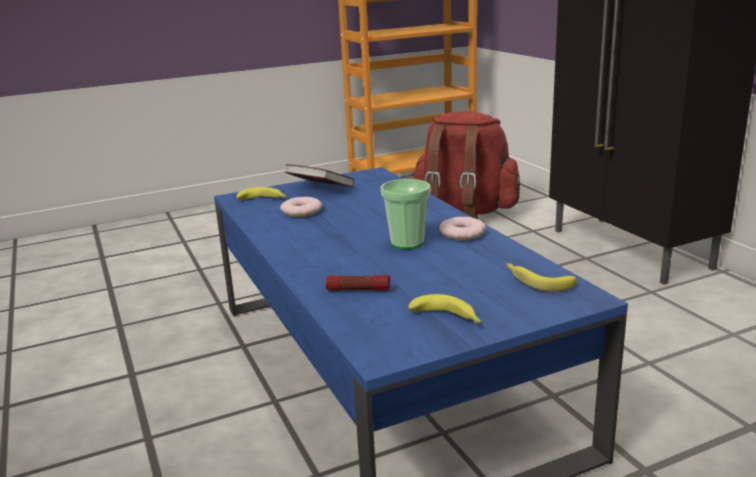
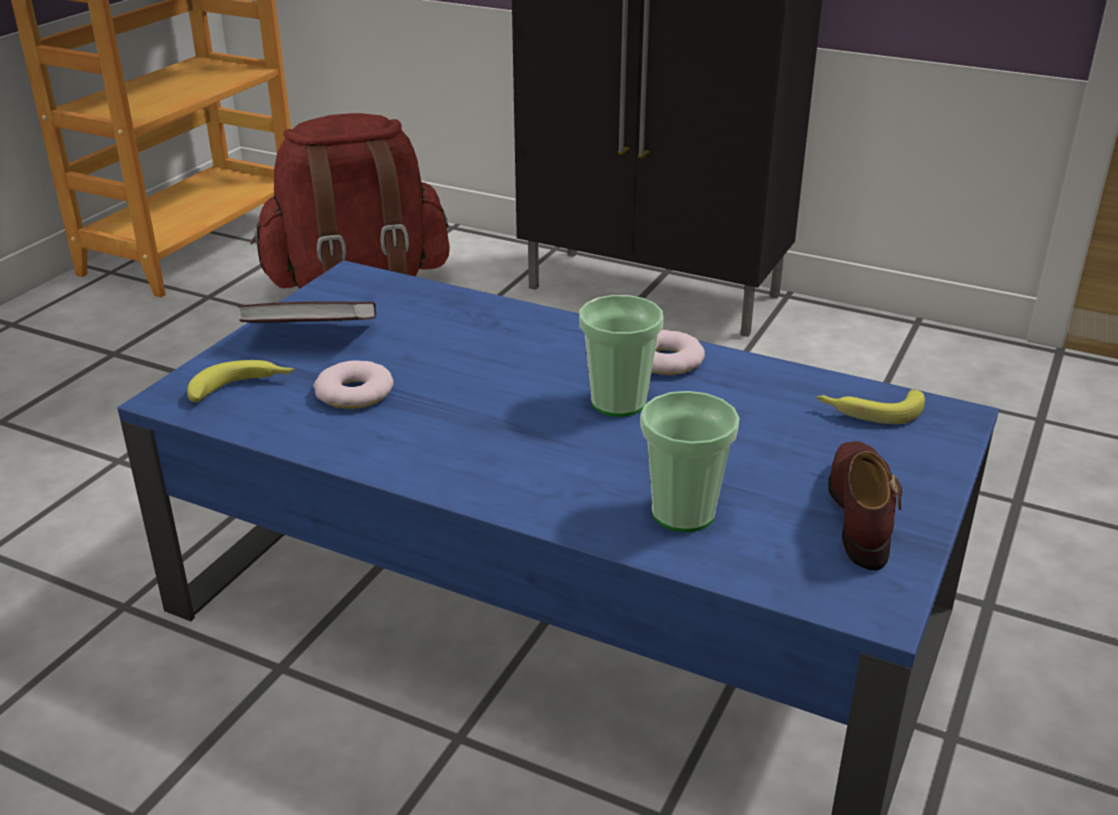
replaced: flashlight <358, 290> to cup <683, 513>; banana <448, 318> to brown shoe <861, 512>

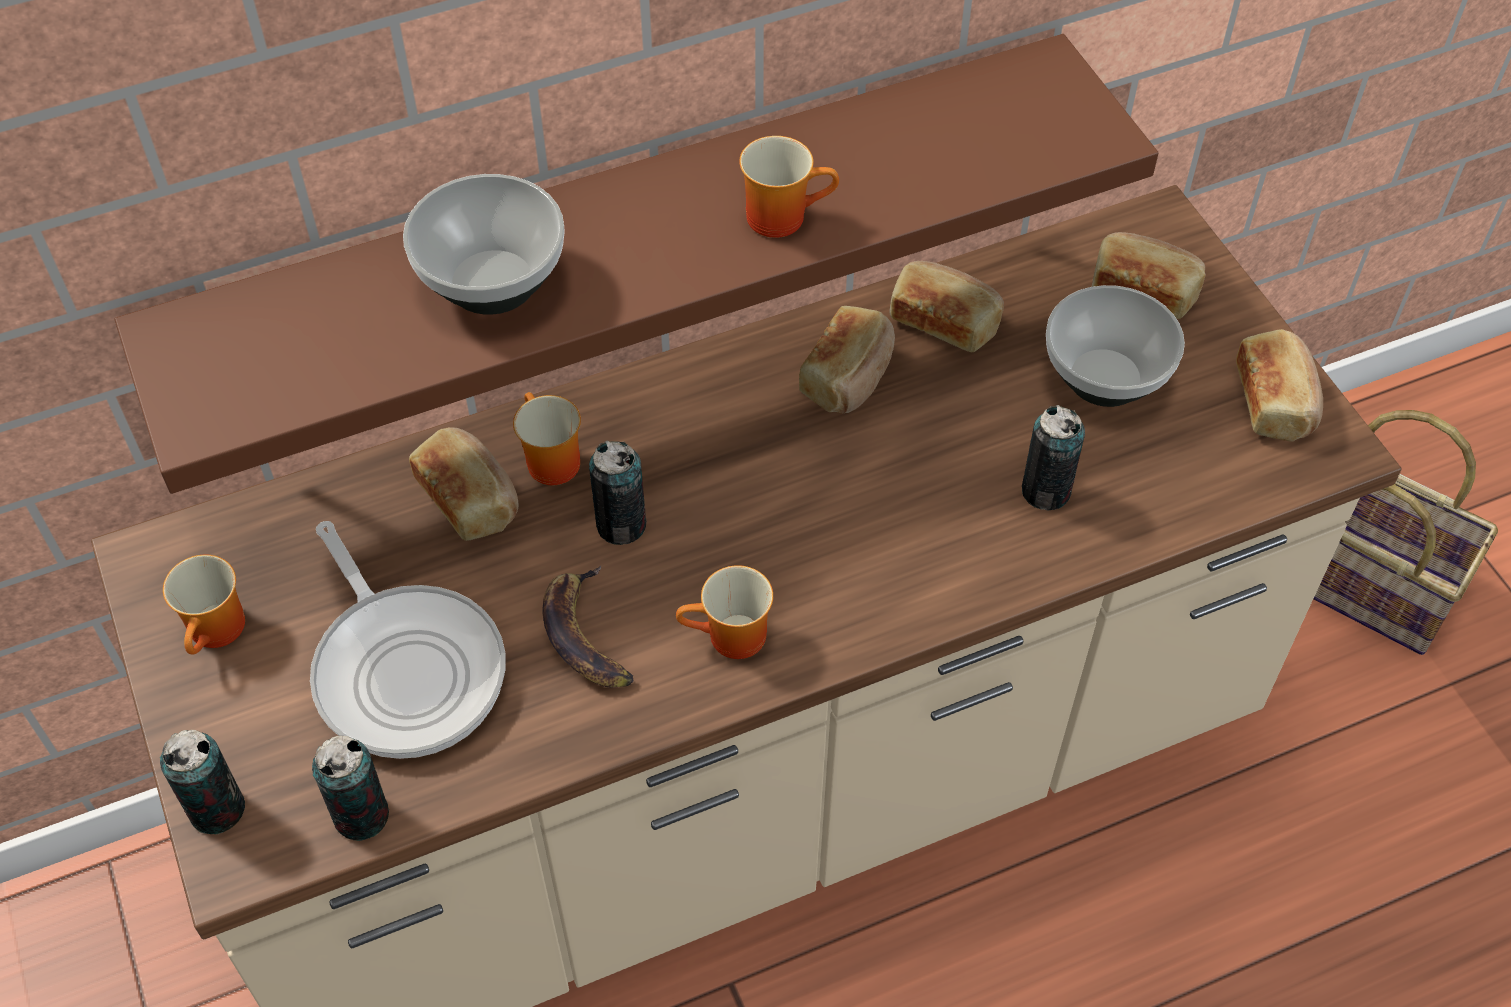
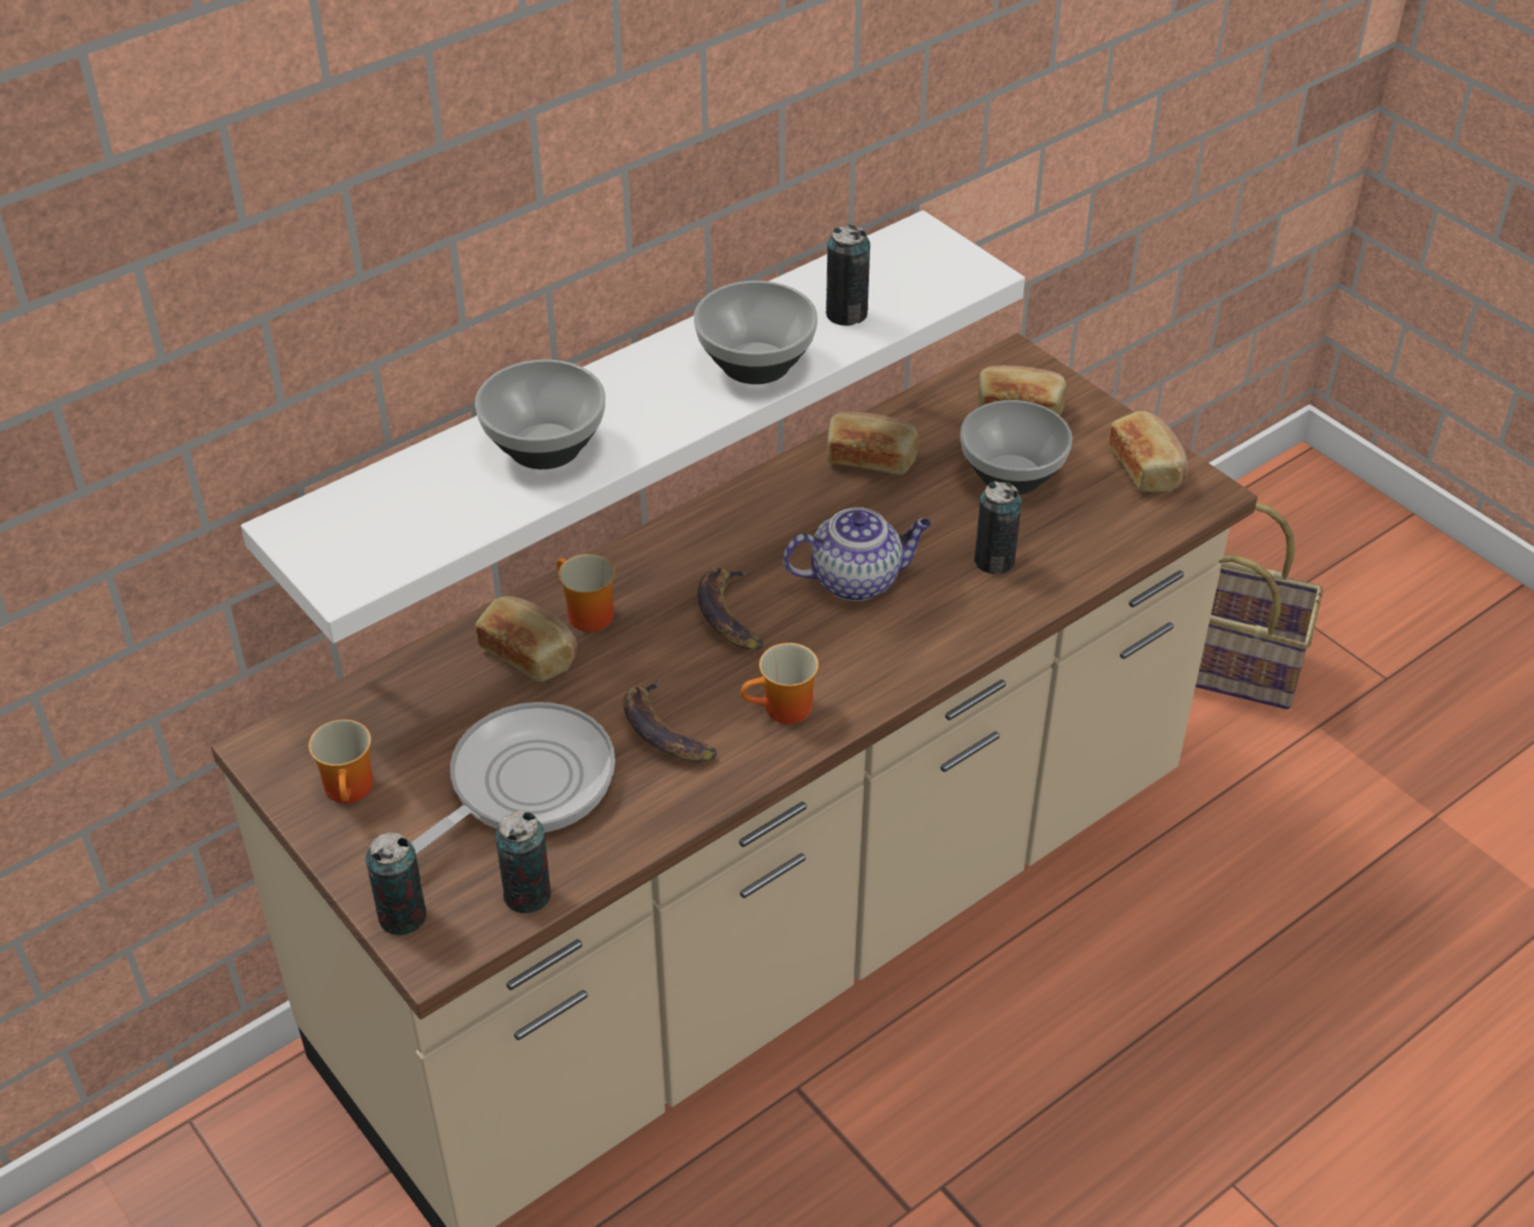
removed: bread <849, 376>
added: banana <729, 614>; teapot <857, 579>
moved: can <621, 525> to <846, 314>
replaced: mug <782, 214> to bowl <755, 363>
recoloured: brown shelf <624, 229> to white shelf <616, 410>
turned: frying pan <406, 668> = <524, 784> 90 degrees counterclockwise

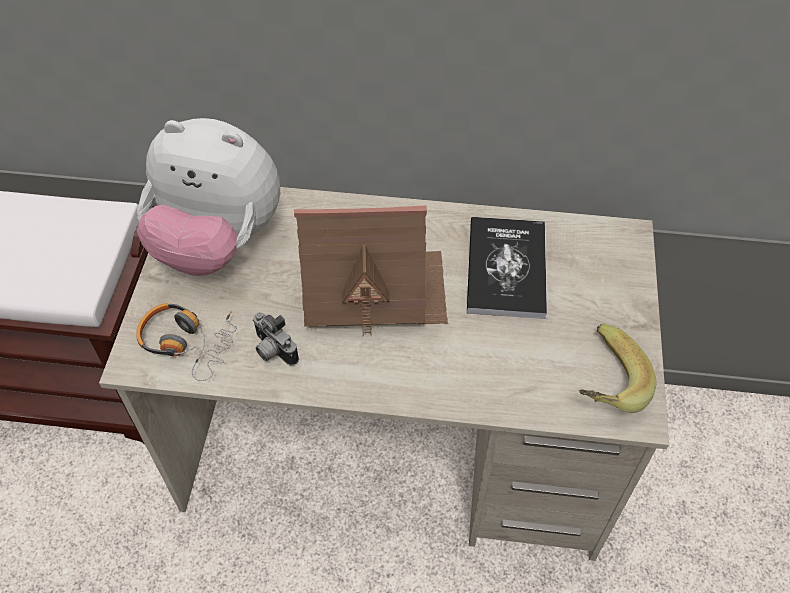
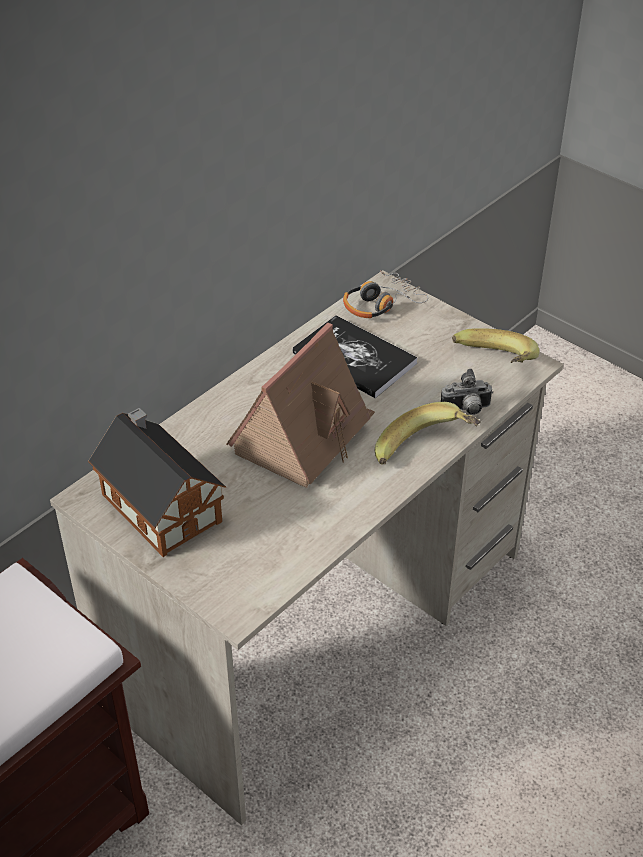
added: banana <426, 452>
moved: headphones <188, 342> to <381, 303>; photo camera <272, 350> to <466, 410>
replaced: plush toy <218, 242> to toy house <159, 504>

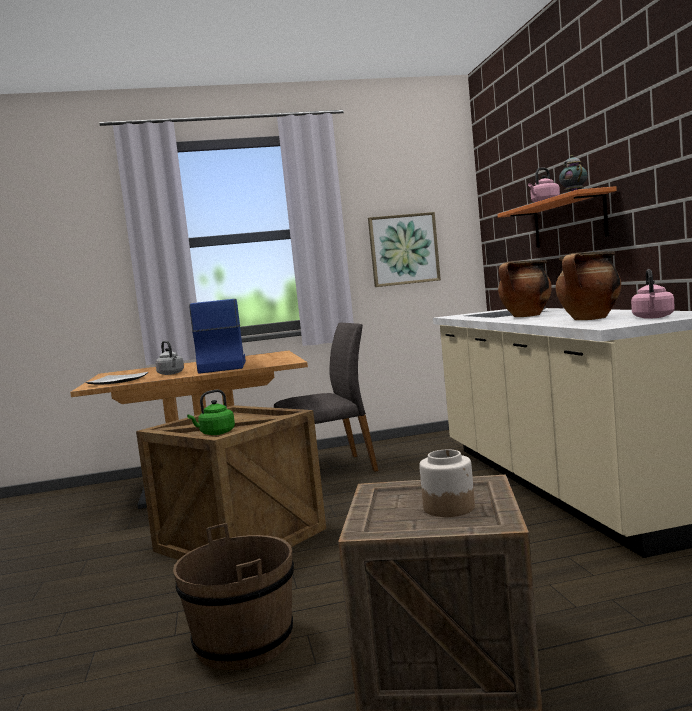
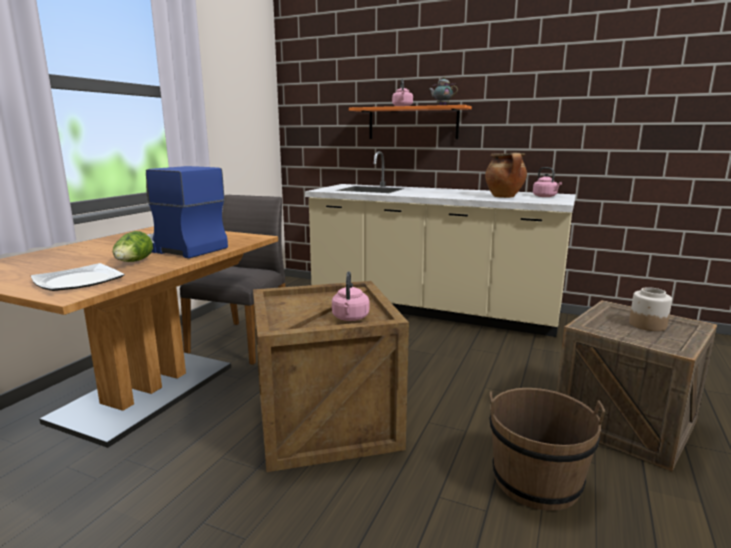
removed: picture <403, 249>; cooking pot <526, 316>
replaced: grey kettle <171, 374> to lettuce <133, 262>
recoloured: green kettle <215, 433> to pink kettle <350, 318>

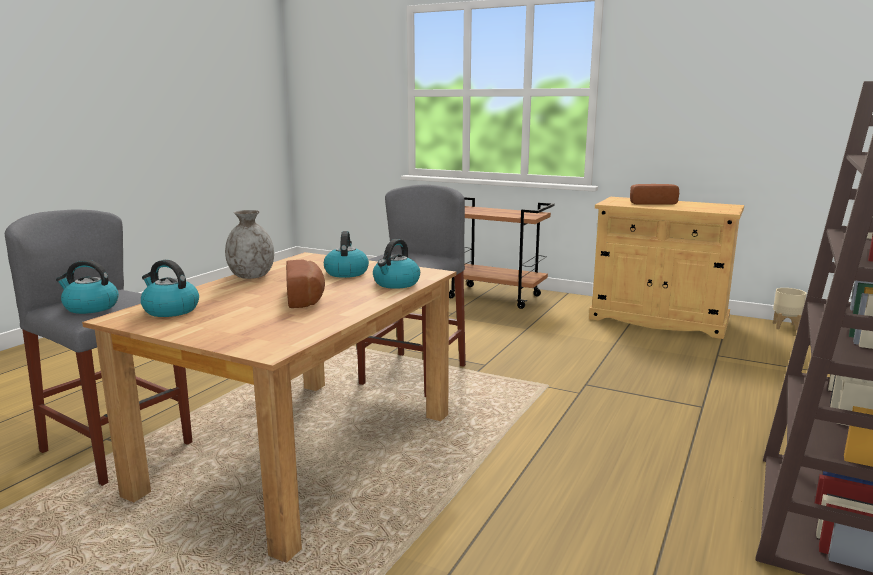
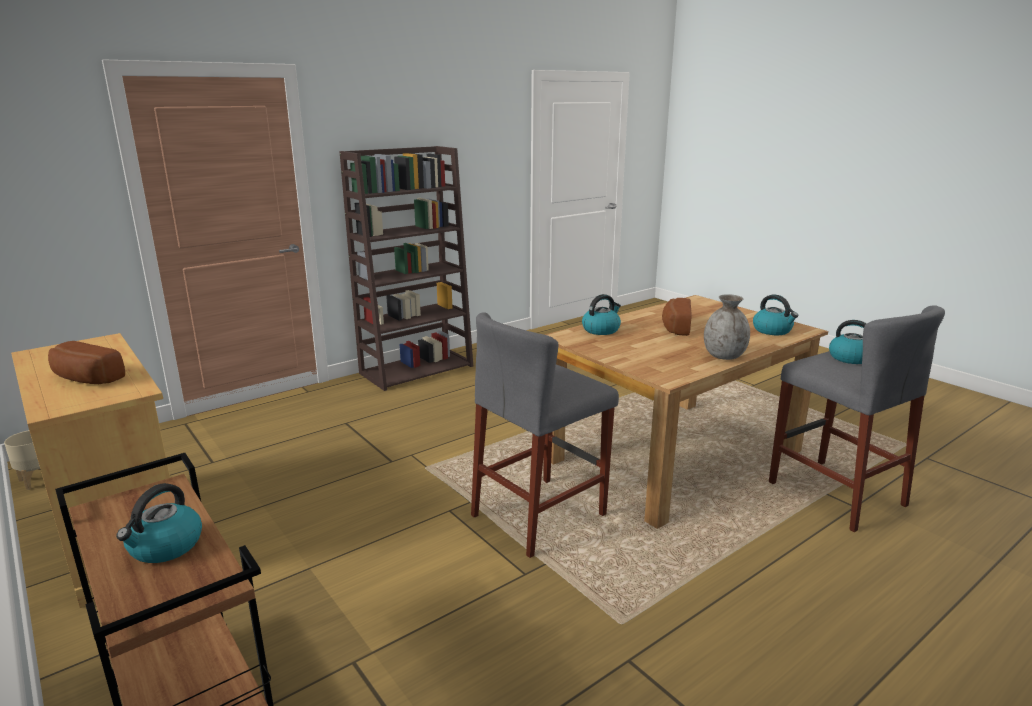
moved: kettle <346, 273> to <165, 547>

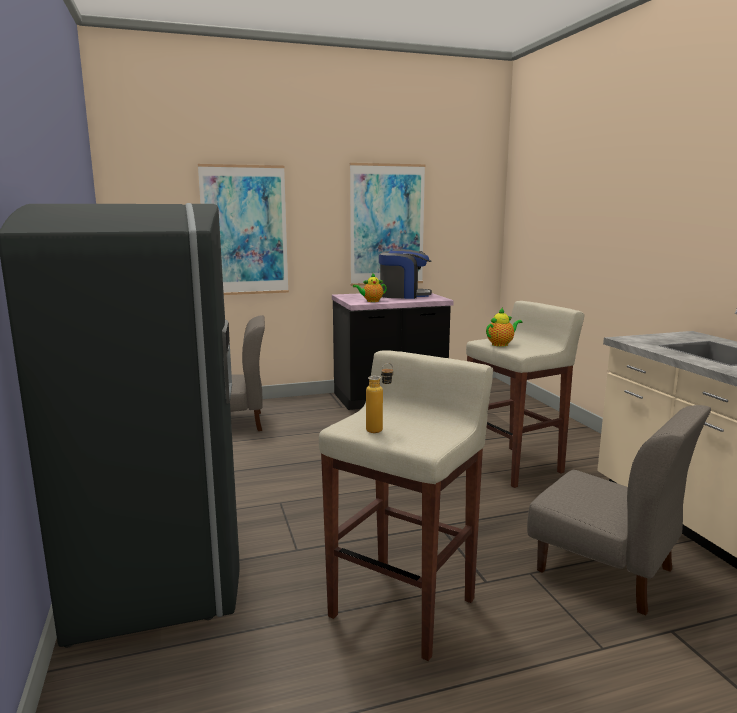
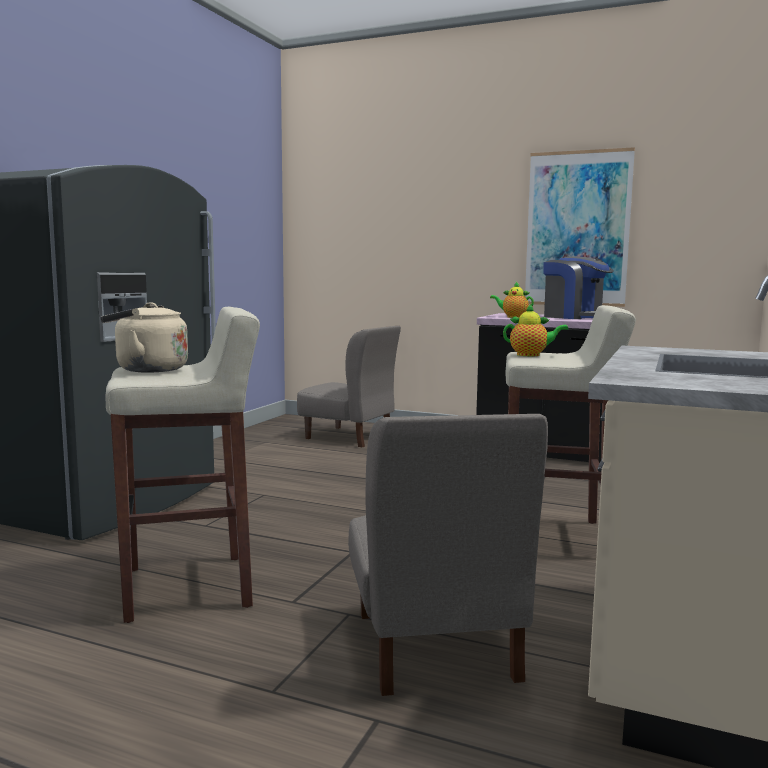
removed: picture <244, 231>
replaced: bottle <380, 429> to beige kettle <147, 370>

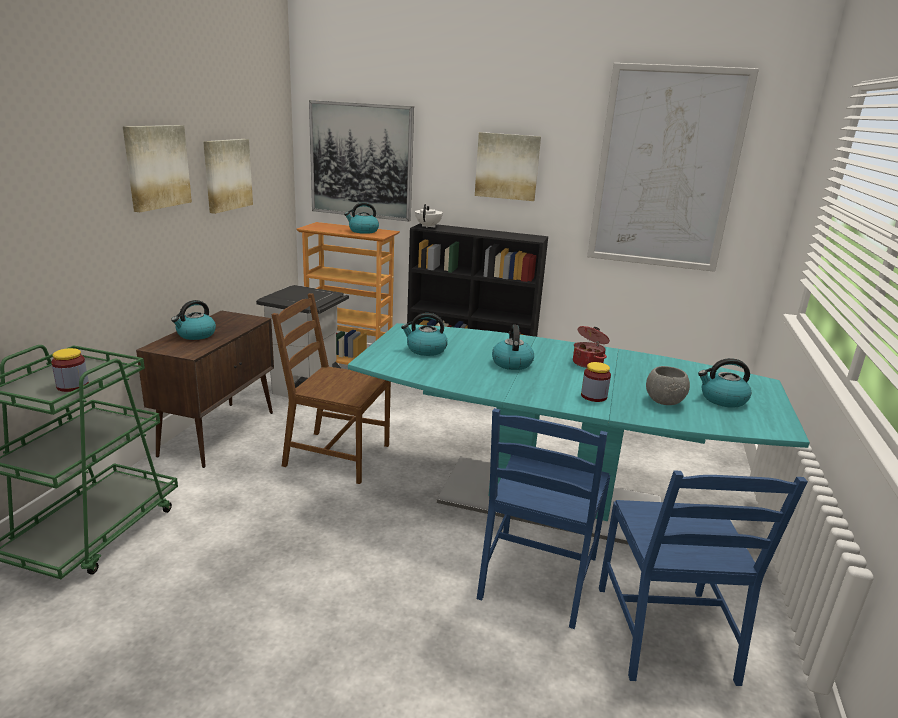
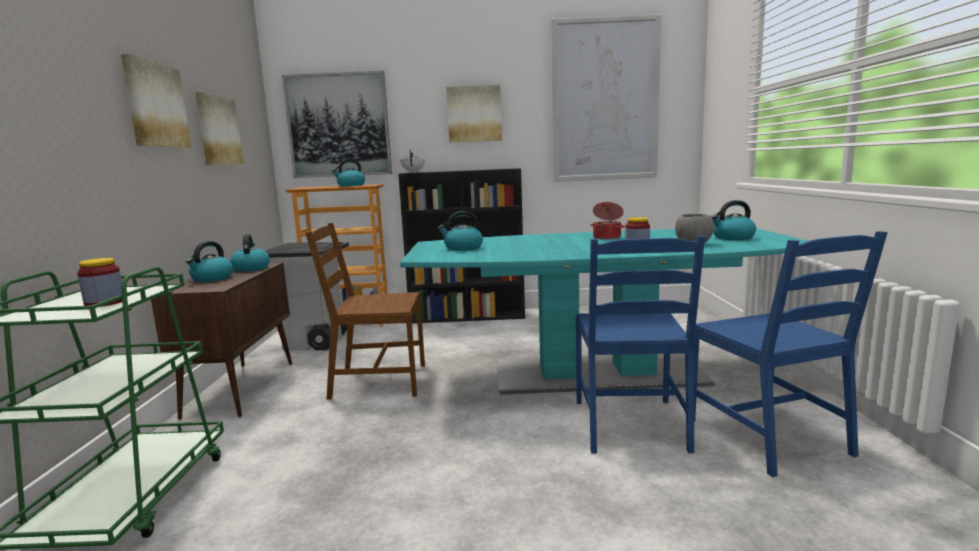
moved: kettle <511, 363> to <251, 268>

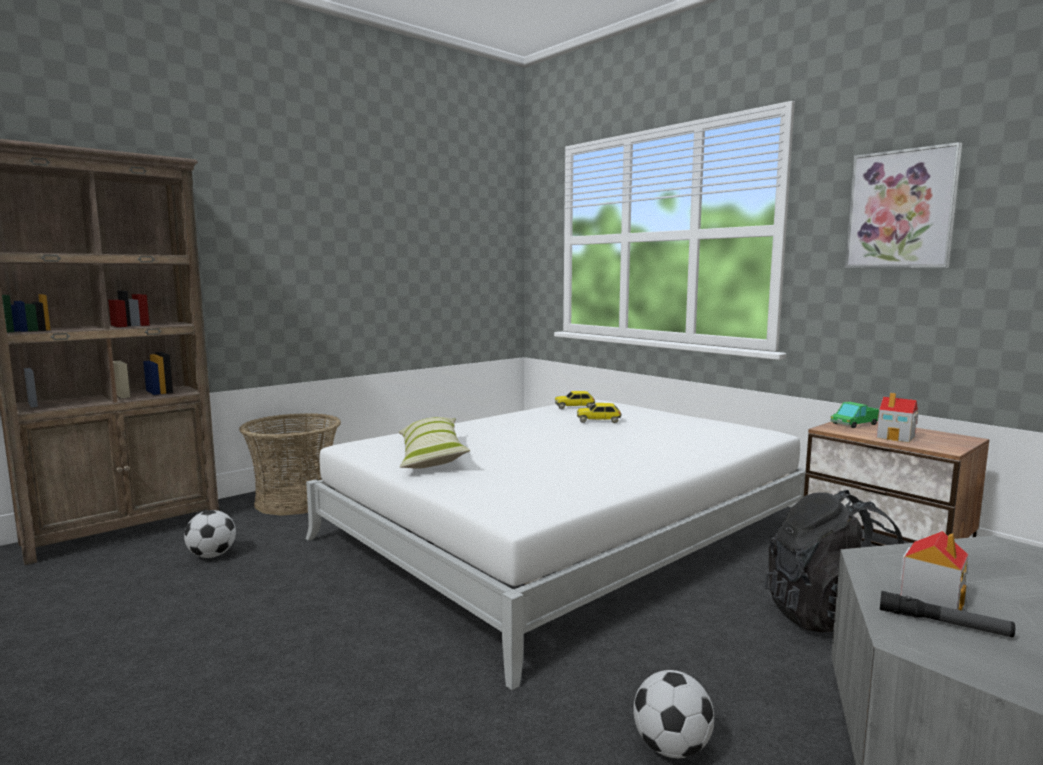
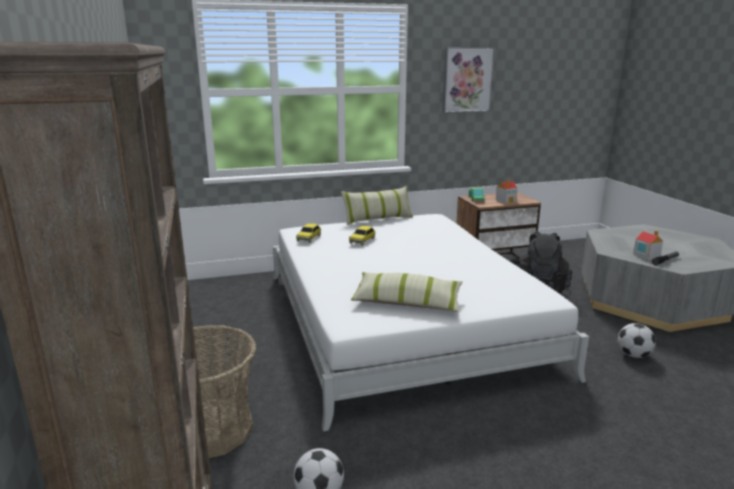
added: pillow <377, 219>

